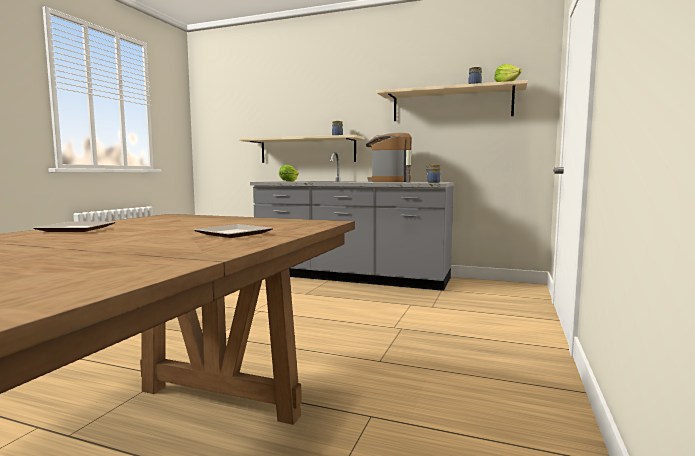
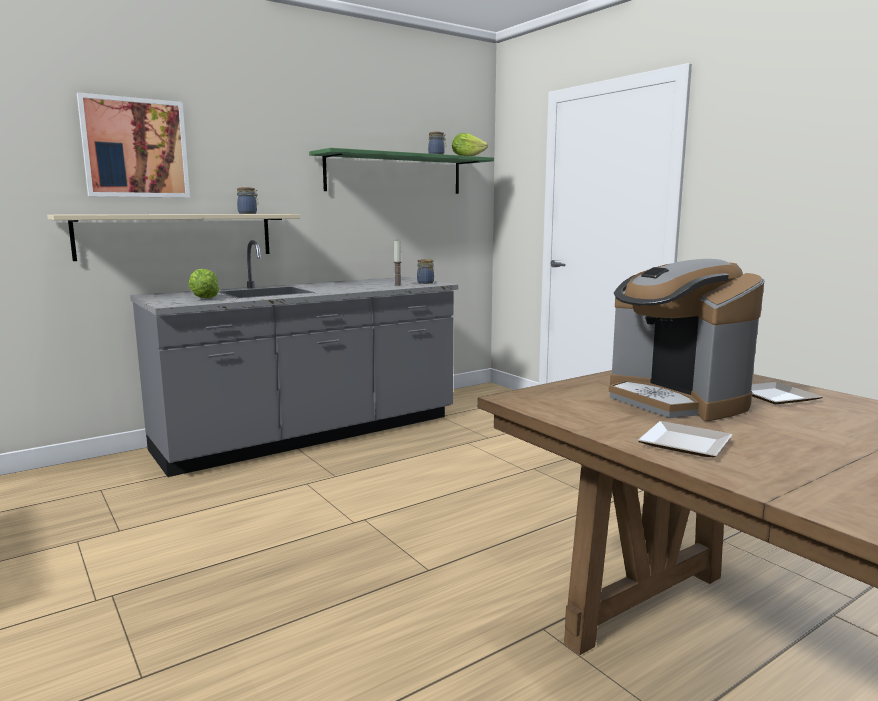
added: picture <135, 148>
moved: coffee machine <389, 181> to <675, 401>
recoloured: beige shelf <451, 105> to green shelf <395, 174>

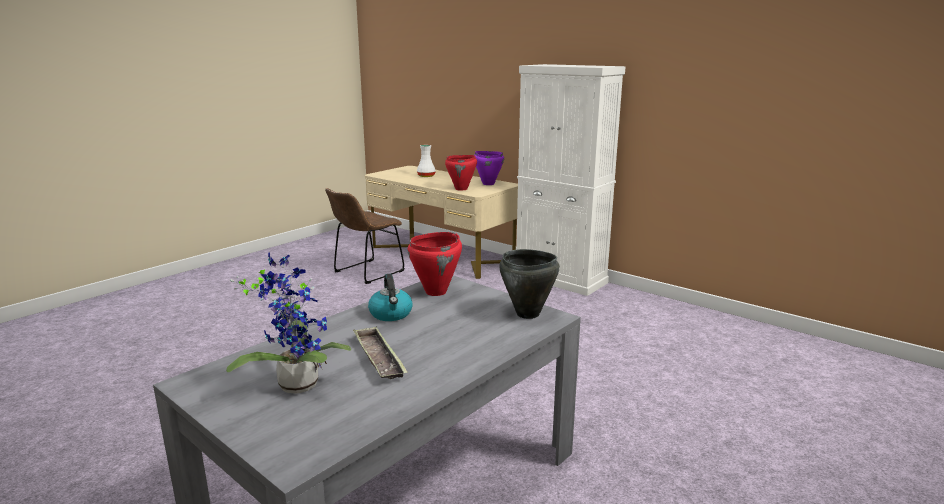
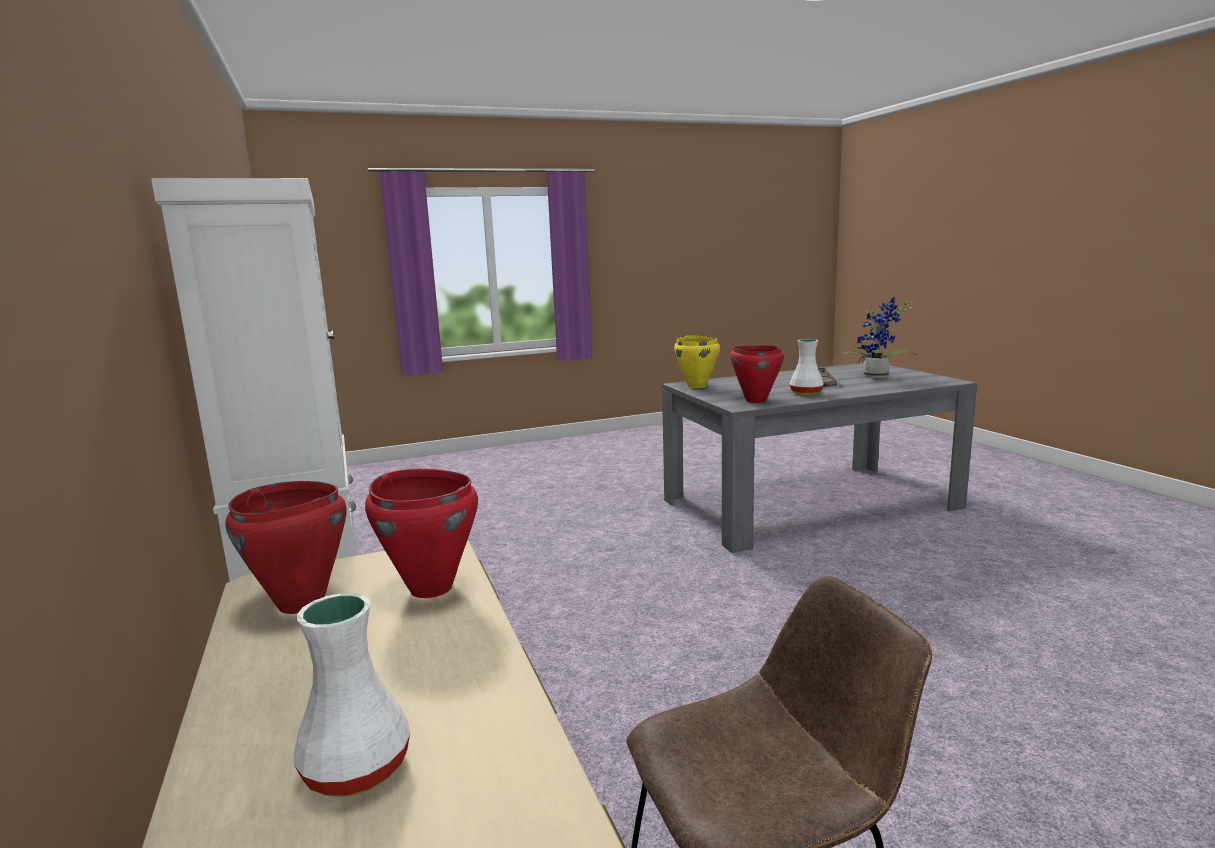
replaced: kettle <391, 314> to white vase <805, 393>
recoloured: purple cooking pot <488, 184> to red cooking pot <301, 604>; black cooking pot <528, 314> to yellow cooking pot <697, 386>

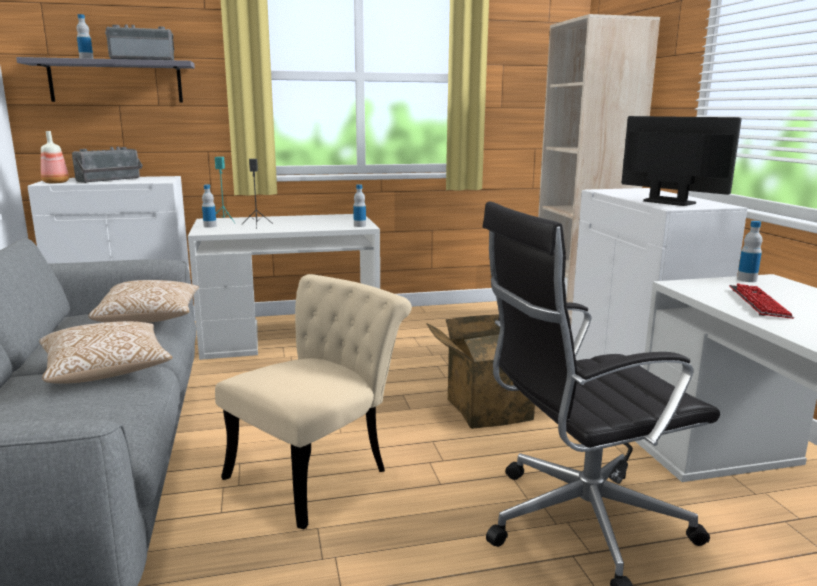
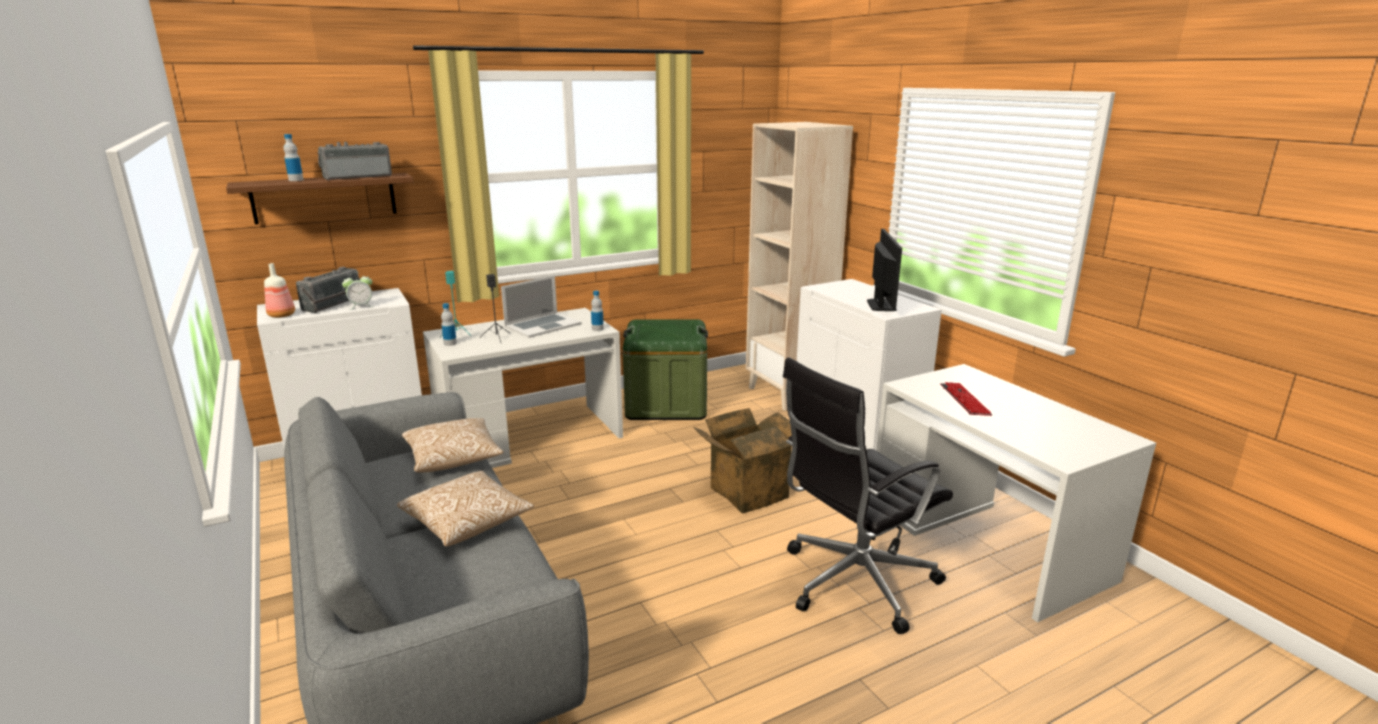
removed: beige chair <319, 470>; bottle <747, 279>
added: alarm clock <361, 306>; laptop <542, 325>; green storage box <666, 404>
recoloured: grey shelf <116, 82> to brown shelf <324, 198>
turned: monitor <669, 202> = <881, 305> 60 degrees clockwise

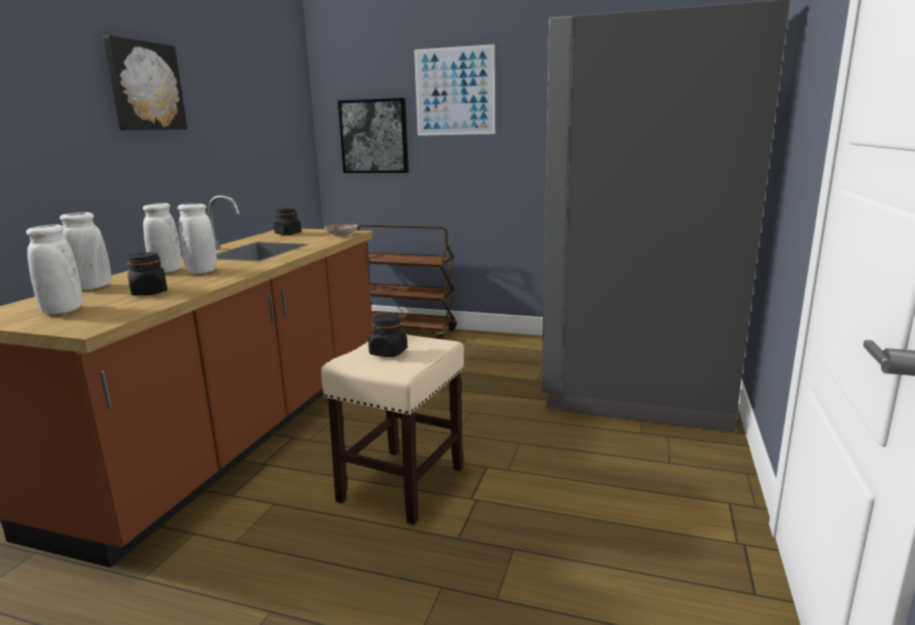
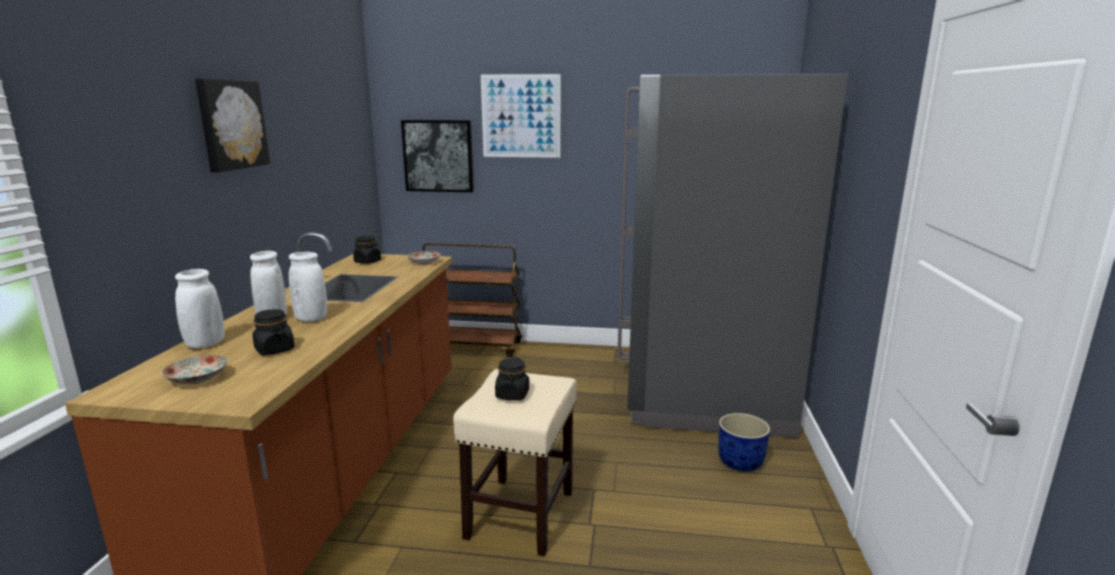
added: blue planter <741, 462>
replaced: white vase <62, 311> to plate <197, 379>

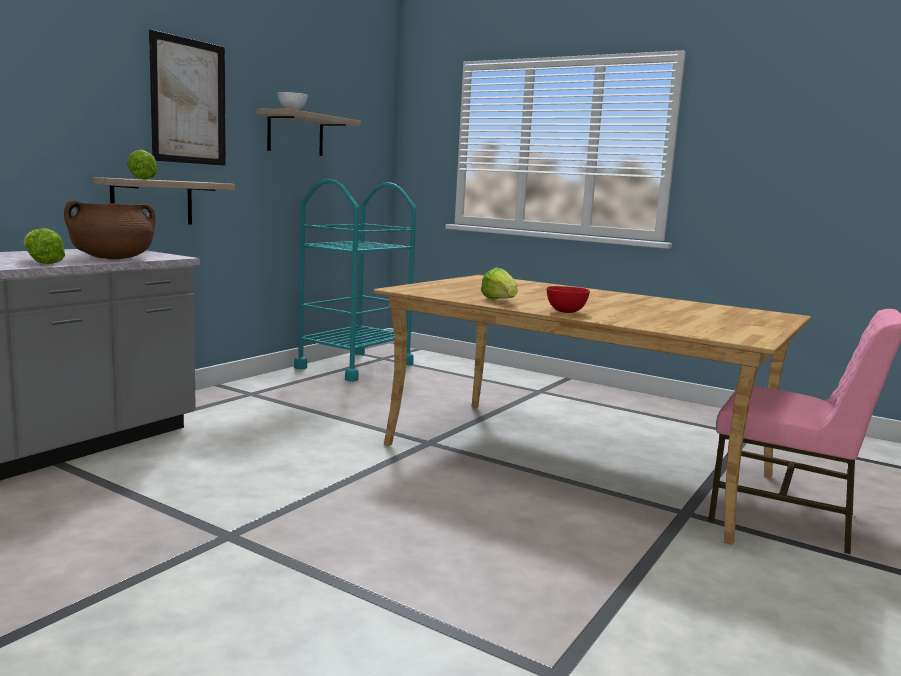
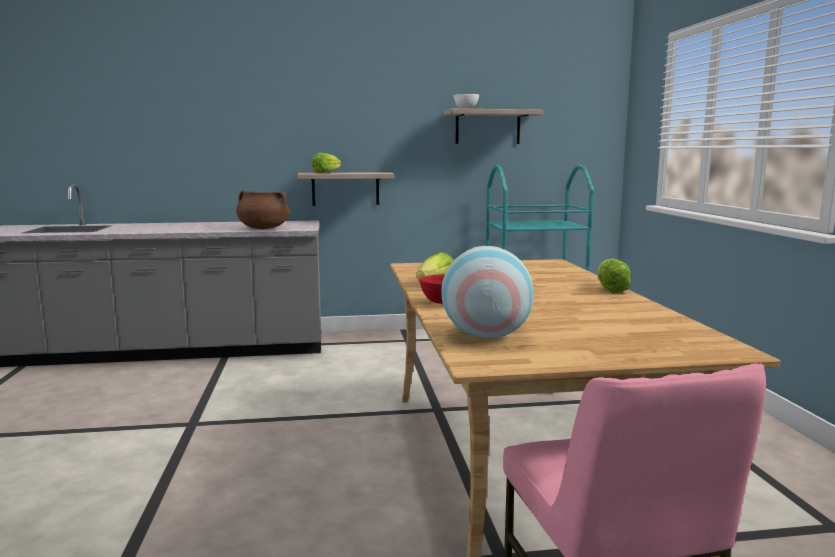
removed: picture <188, 102>
added: vase <486, 335>
moved: lettuce <42, 262> to <610, 289>

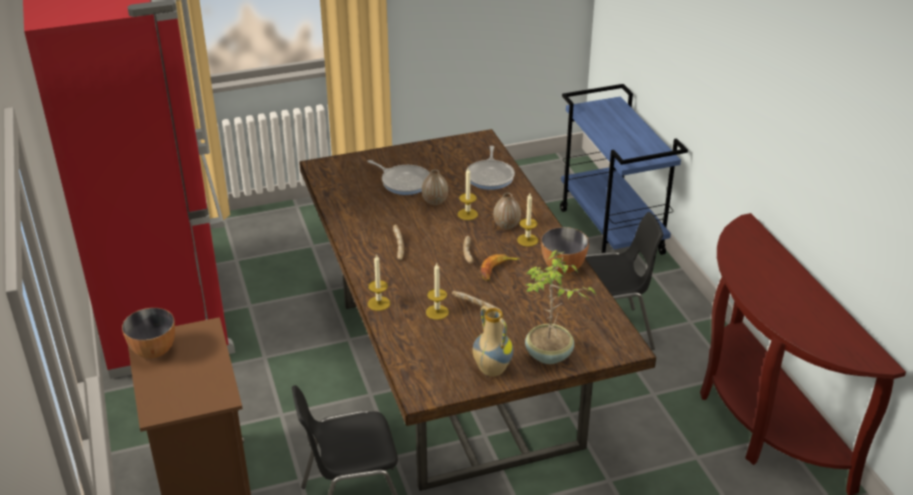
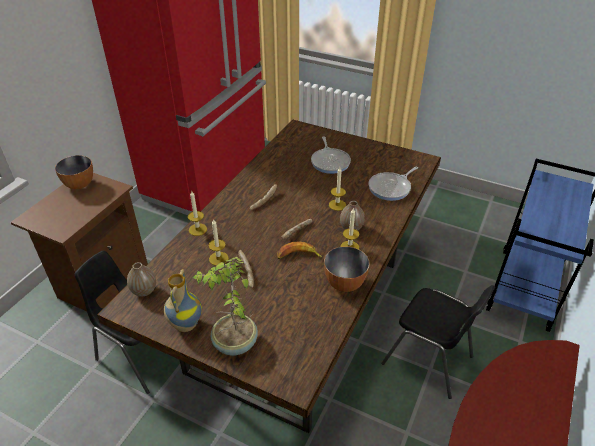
moved: vase <435, 201> to <144, 291>

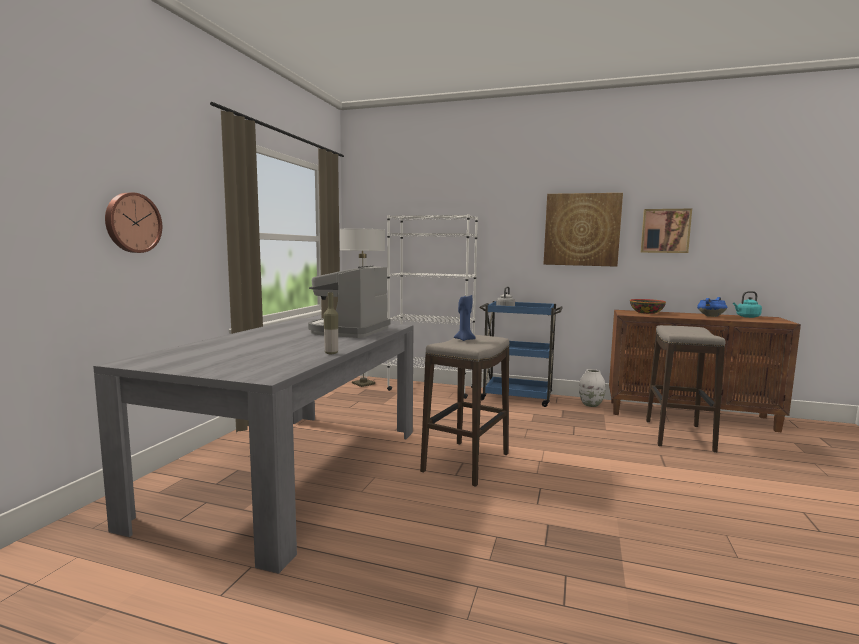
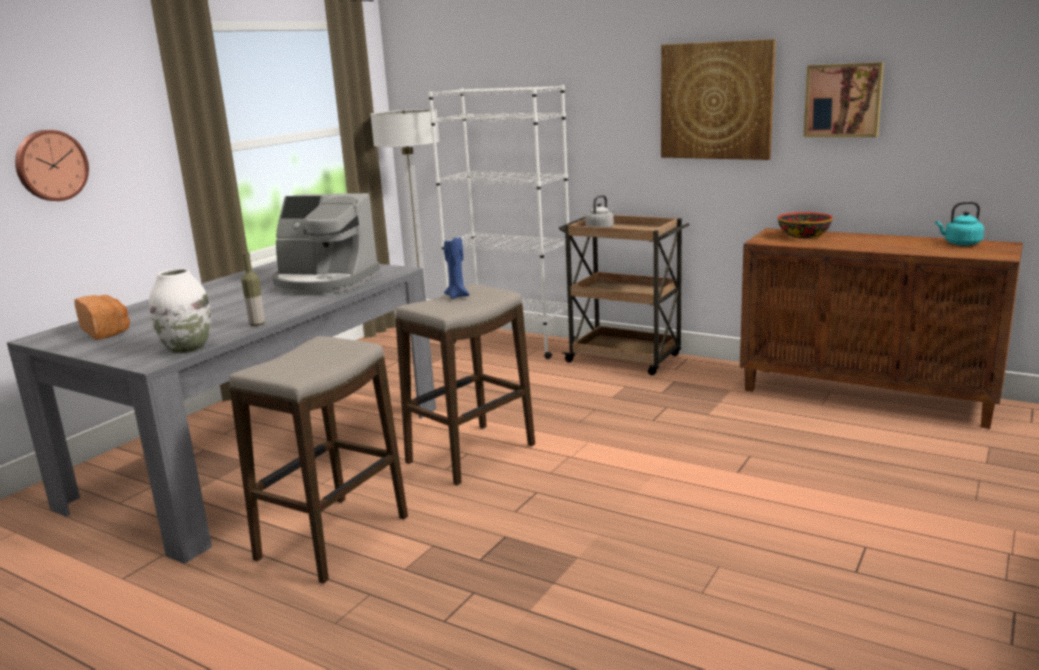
removed: blue cooking pot <711, 316>
added: bread <107, 331>
moved: white vase <591, 405> to <187, 348>; stool <679, 436> to <334, 538>
recoloured: blue cart <518, 397> to brown cart <625, 359>
turned: coffee machine <348, 331> = <324, 282> 105 degrees counterclockwise

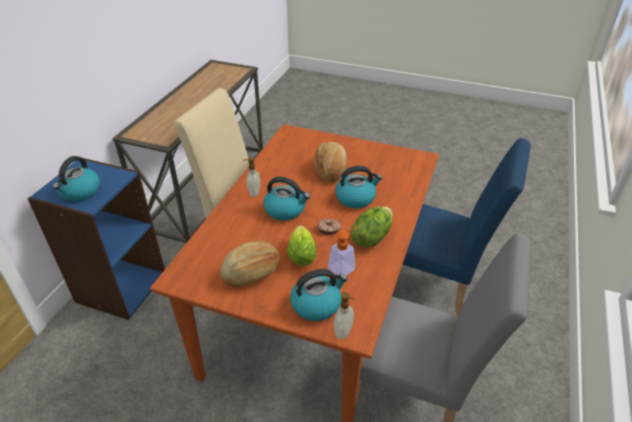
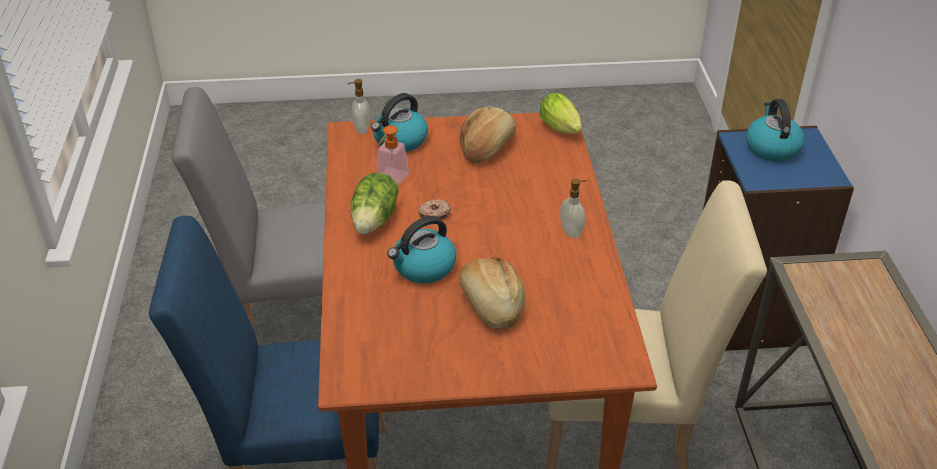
removed: kettle <285, 210>
moved: lettuce <301, 254> to <562, 130>

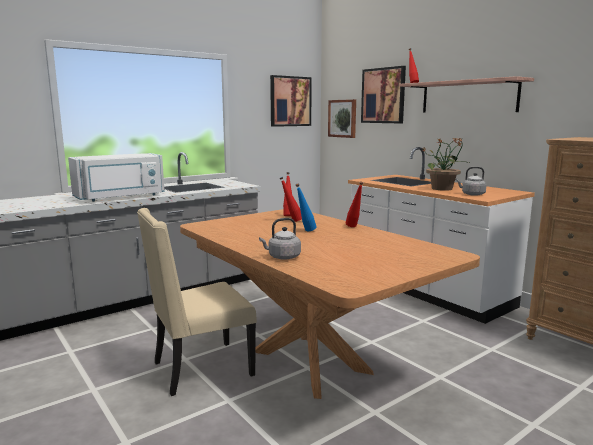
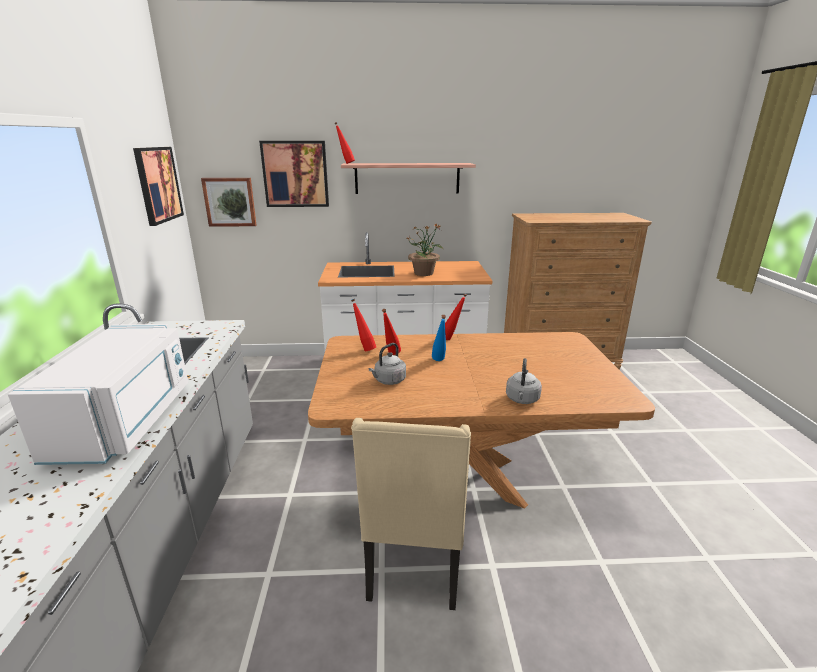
moved: grey kettle <471, 194> to <388, 381>

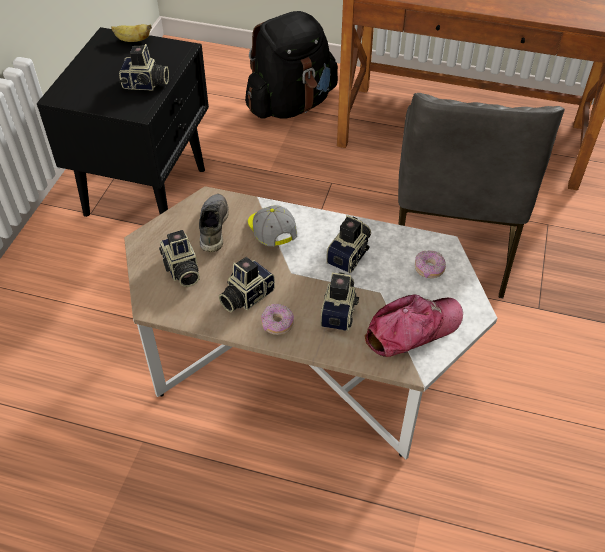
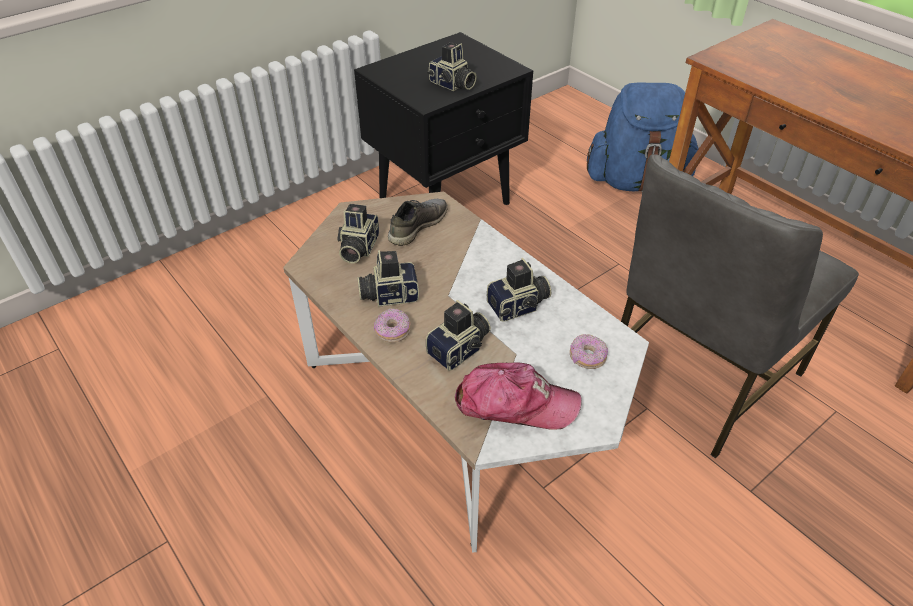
removed: banana <132, 40>; cap <271, 233>
recoloured: black backpack <291, 105> to blue backpack <636, 181>

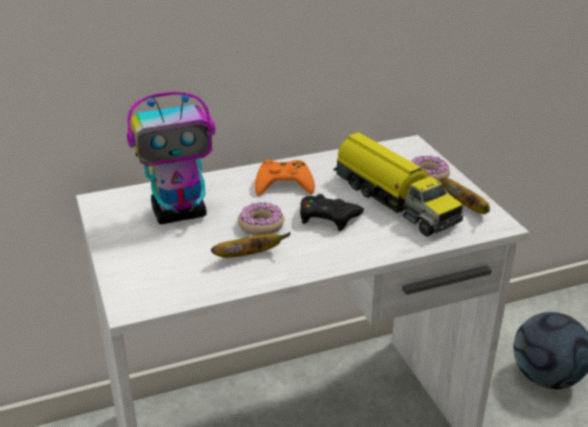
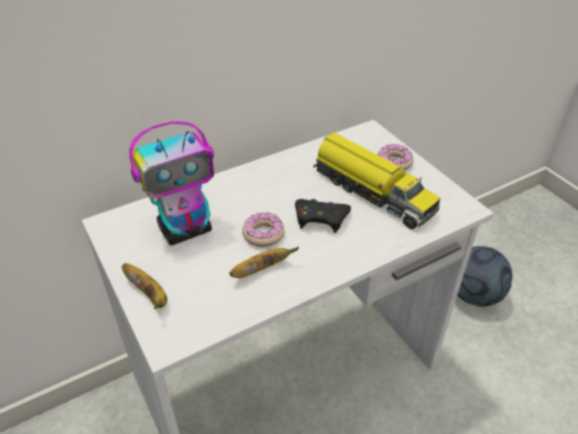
removed: orange game controller <284, 184>
moved: banana <466, 207> to <149, 294>

